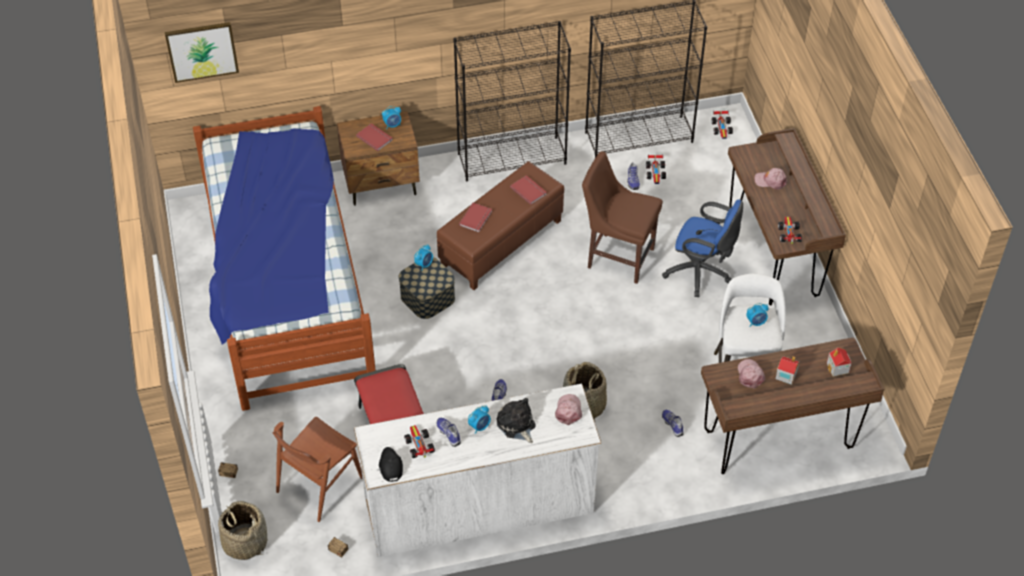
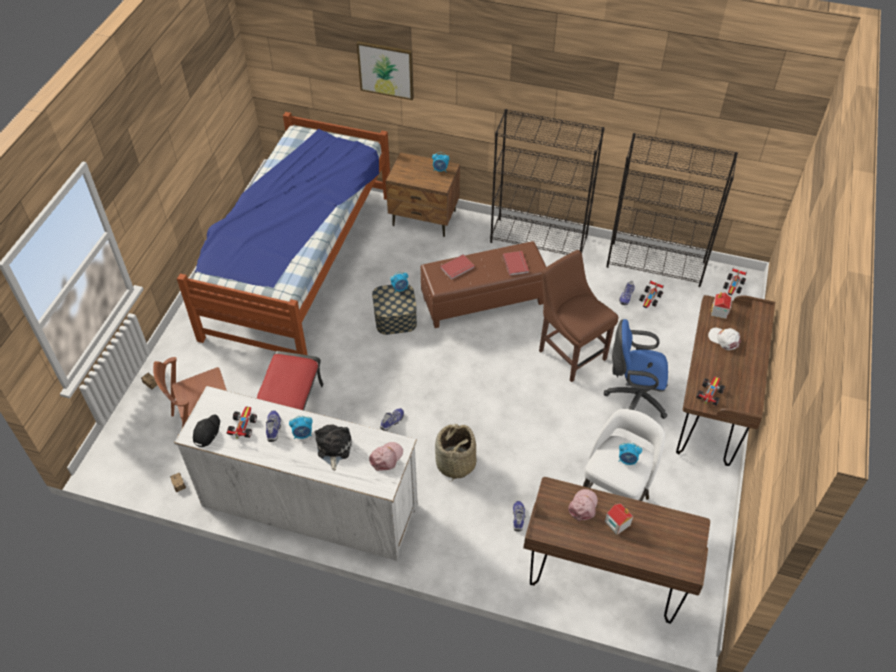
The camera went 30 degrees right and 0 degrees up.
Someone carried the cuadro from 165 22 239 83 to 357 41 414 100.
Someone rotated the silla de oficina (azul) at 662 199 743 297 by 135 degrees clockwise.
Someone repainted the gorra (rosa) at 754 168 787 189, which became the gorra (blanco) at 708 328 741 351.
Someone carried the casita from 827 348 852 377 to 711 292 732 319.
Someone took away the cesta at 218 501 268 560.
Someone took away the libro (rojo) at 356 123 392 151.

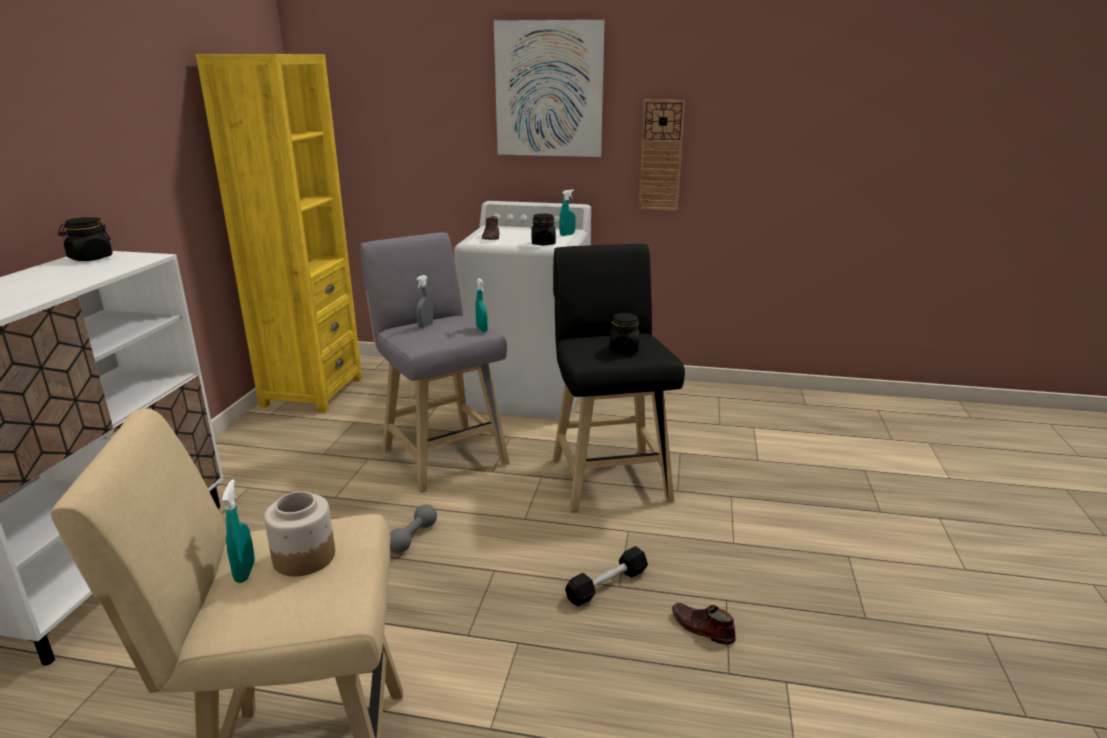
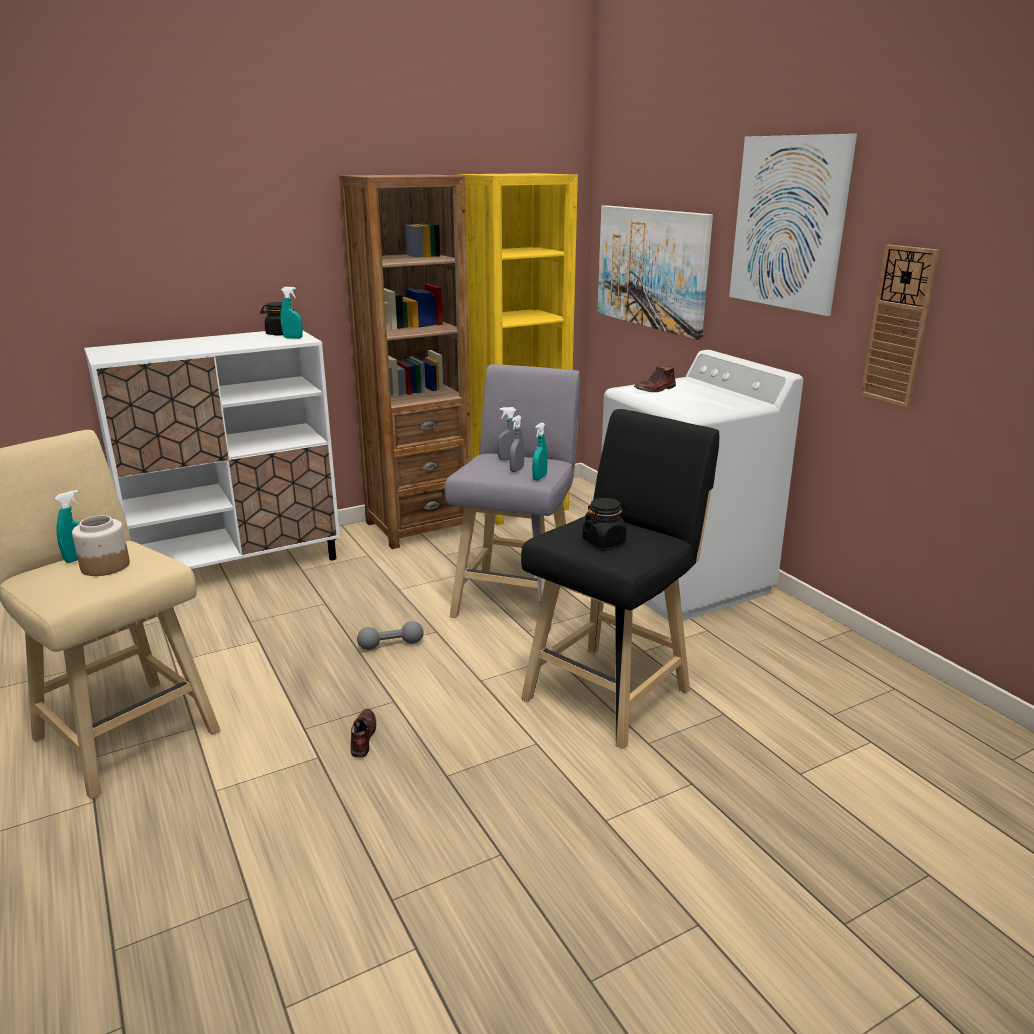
The camera went 50 degrees right and 0 degrees up.
Someone carried the pulverizador (turquesa) from 559 189 576 236 to 281 287 303 339.
Someone put down the estantería (marrón) at 339 174 472 549.
Someone carried the zapato (marrón) from 672 603 736 645 to 351 709 376 758.
Someone put down the pulverizador (gris) at 509 415 524 472.
Someone put up the cuadro at 597 205 713 340.
Someone took away the tarro (negro) at 531 213 556 245.
Someone took away the mancuerna (negro) at 565 546 648 606.

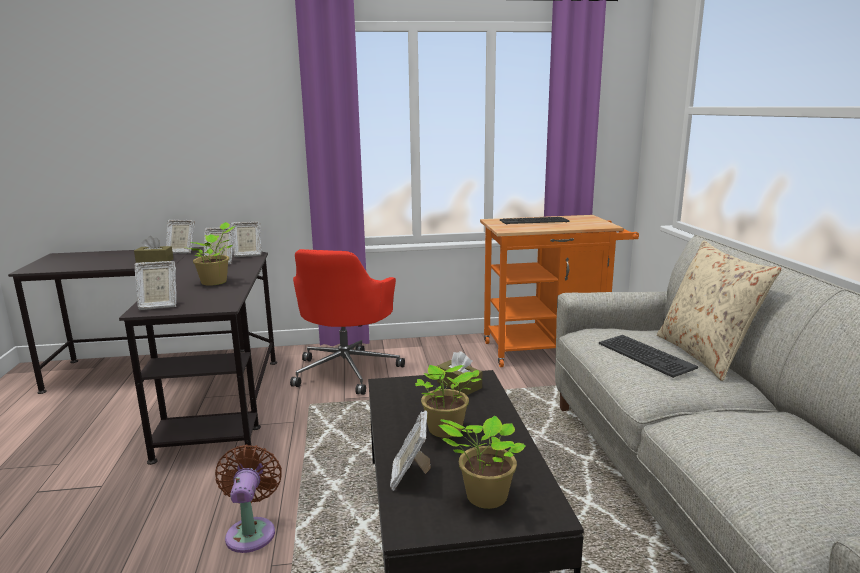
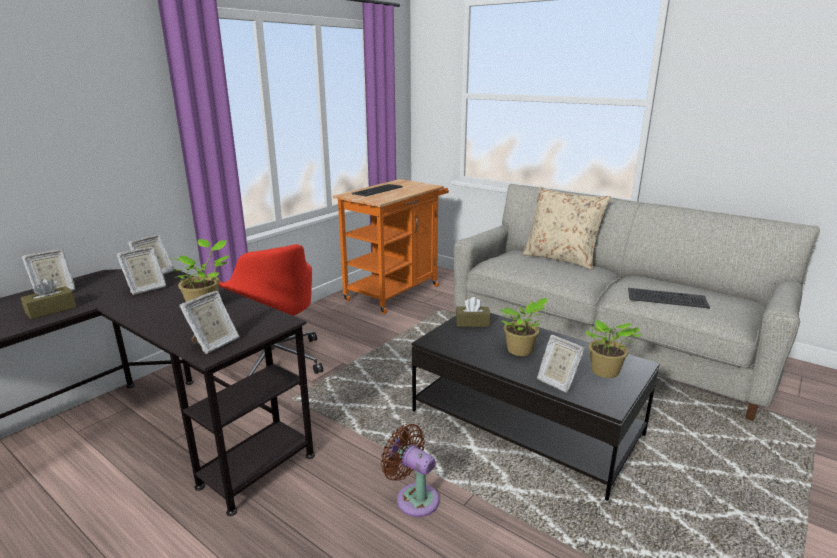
The camera went 45 degrees left and 5 degrees up.
Someone carried the teclado from 599 335 698 378 to 628 288 710 309.

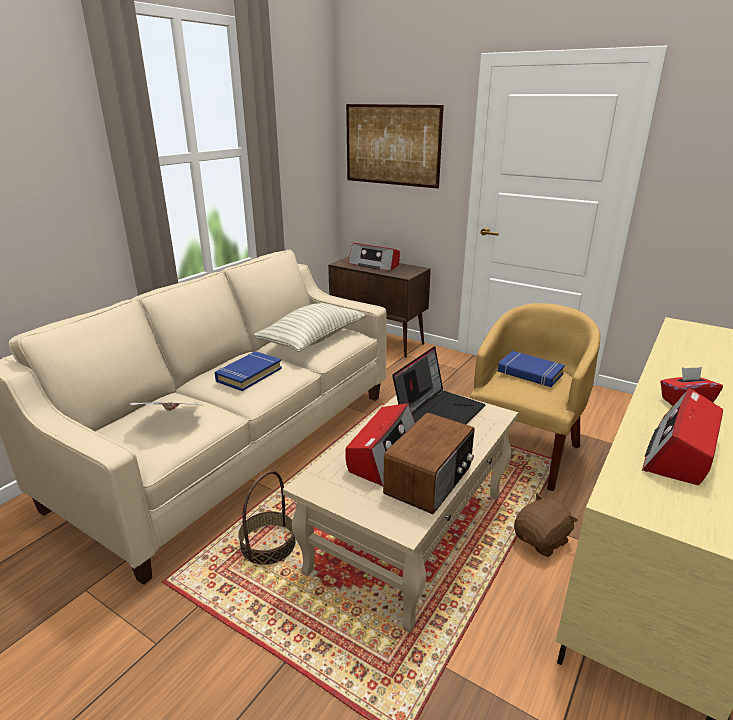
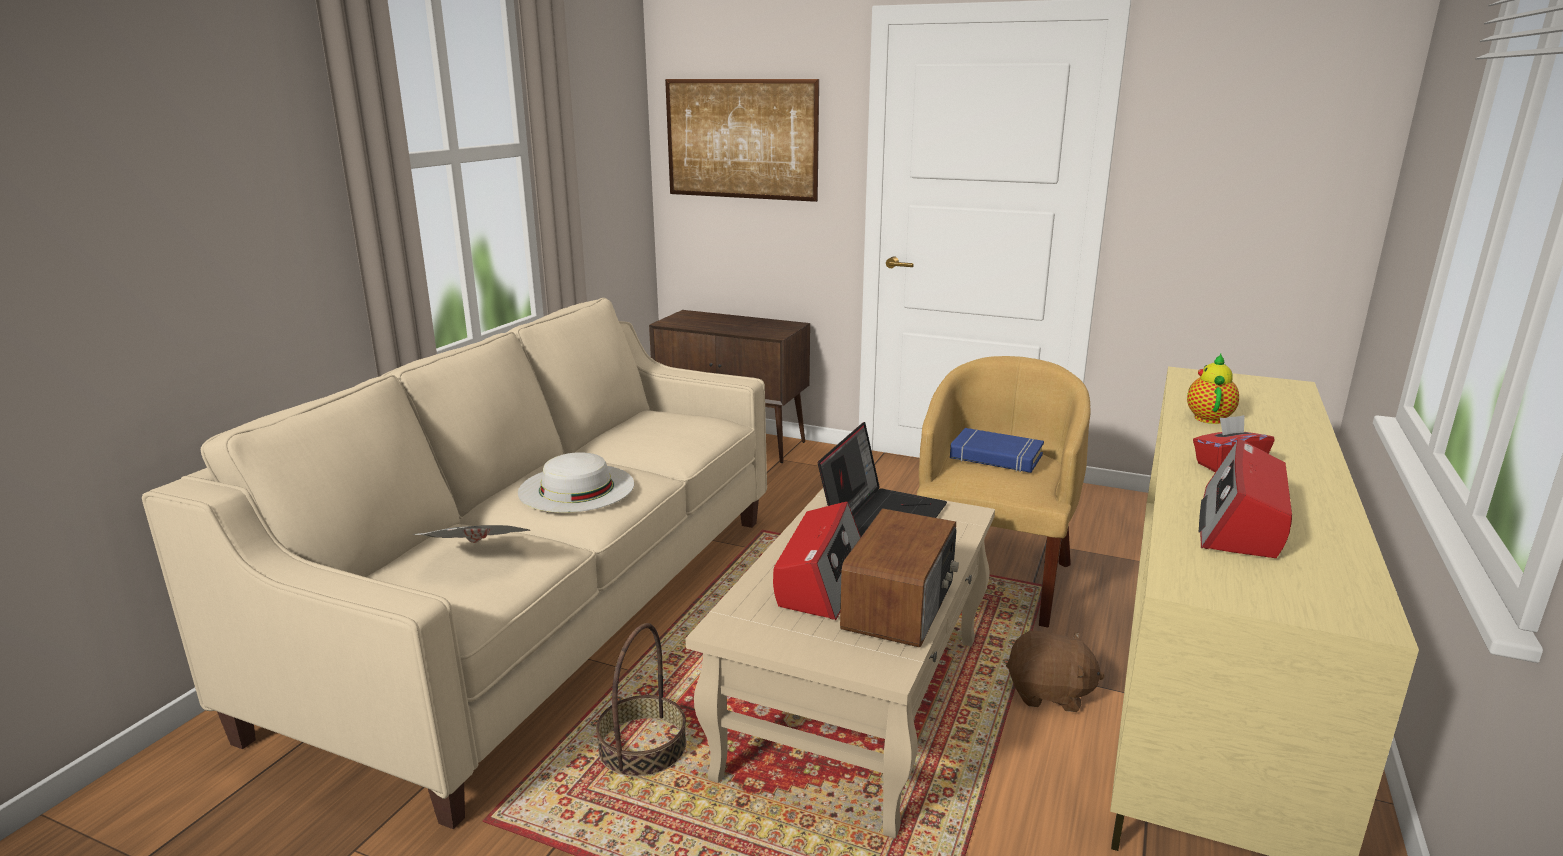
The camera went 10 degrees left and 5 degrees down.
Someone swapped the libro (azul) at 215 351 282 391 for the sombrero (blanco) at 518 452 634 513.
Someone rotated the peluche (marrón) at 514 494 578 557 by 60 degrees clockwise.
Someone put down the tetera at 1187 354 1239 424.
Someone took away the cojín at 254 303 366 352.
Someone took away the radio at 348 243 400 271.

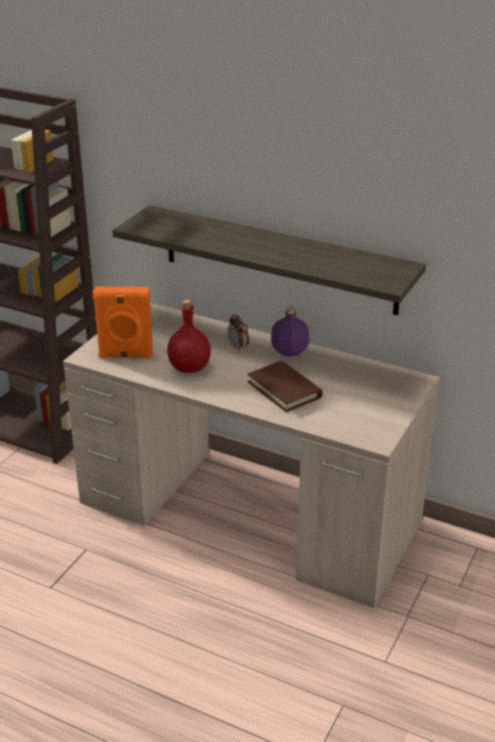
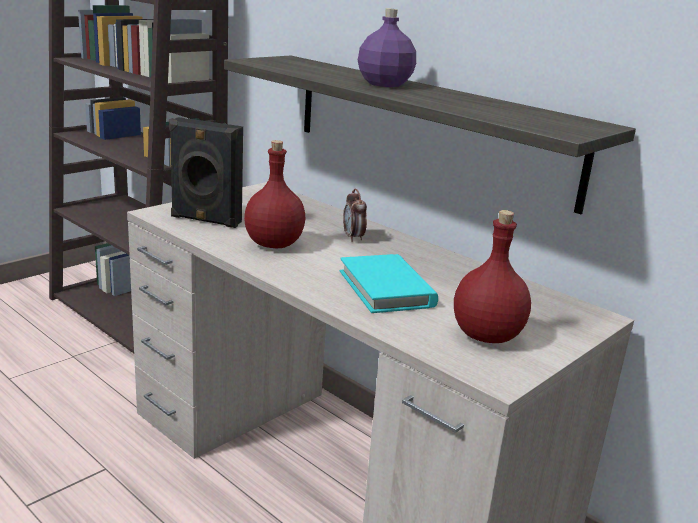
The camera went 15 degrees right and 10 degrees down.
Someone repainted the altavoz (naranja) at 93 287 153 359, which became the altavoz (negro) at 169 117 243 228.
Someone repainted the libro (marrón) at 247 361 323 412, which became the libro (turquesa) at 340 254 438 313.
Someone carried the botella (morado) from 271 306 310 357 to 358 8 416 87.
Someone put down the botella (rojo) at 454 210 531 343.

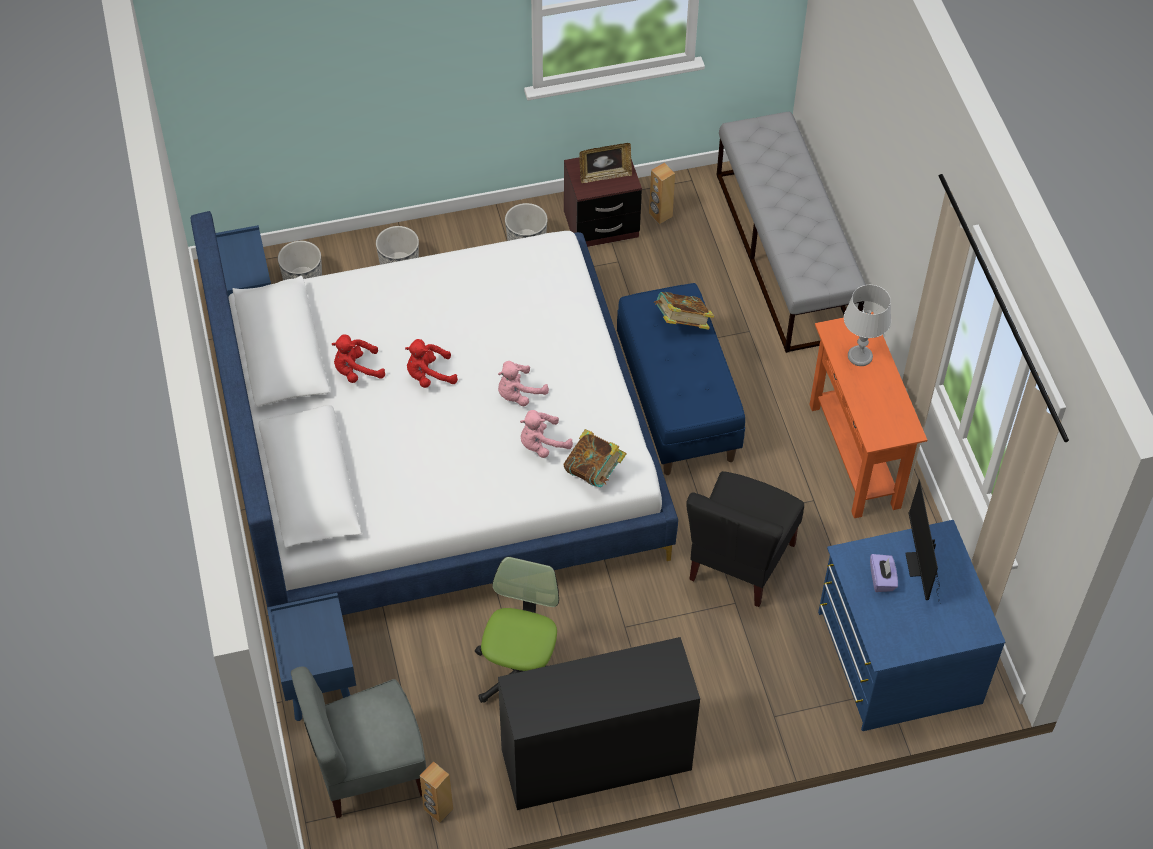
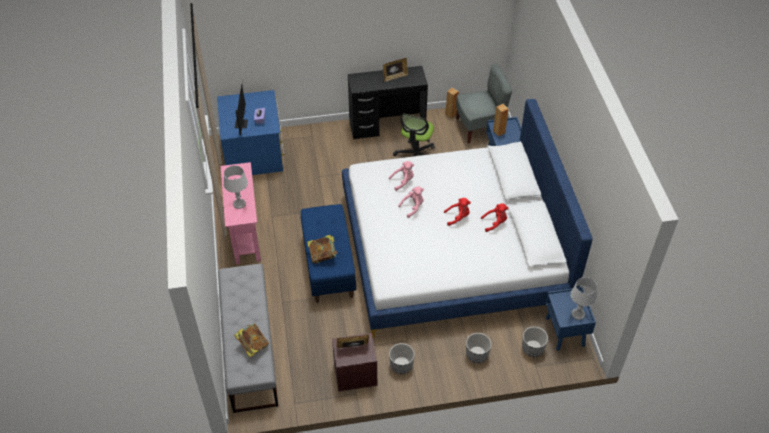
The camera went 175 degrees left and 5 degrees down.
Someone repainted the mesa consola (naranja) at 810 312 927 518, which became the mesa consola (rosa) at 221 162 261 265.
Someone carried the libro from 564 429 627 487 to 235 323 269 358.
Someone put down the portarretratos at 383 58 408 81.
Someone carried the altavoz (marrón) from 649 163 675 224 to 493 104 509 137.
Someone put down the lámpara de mesa (gris) at 571 277 597 320.
Someone took away the silla (negro) at 686 471 804 607.

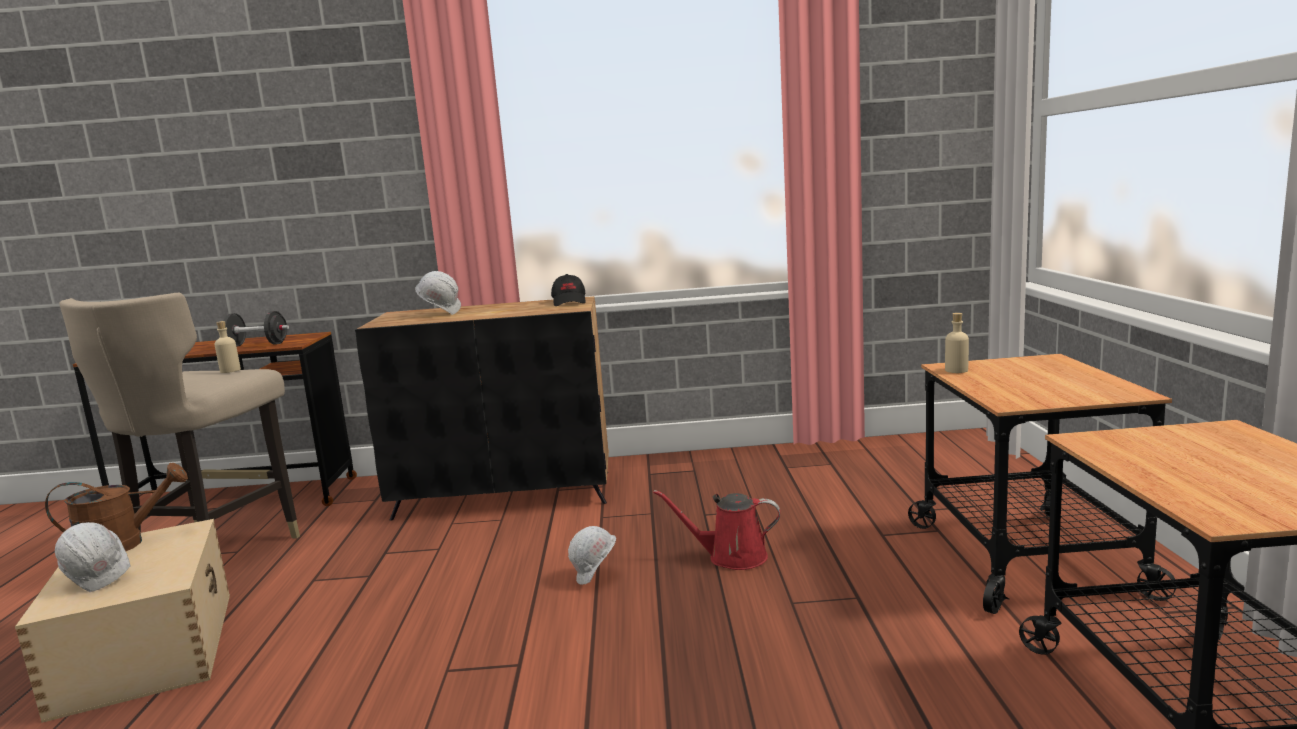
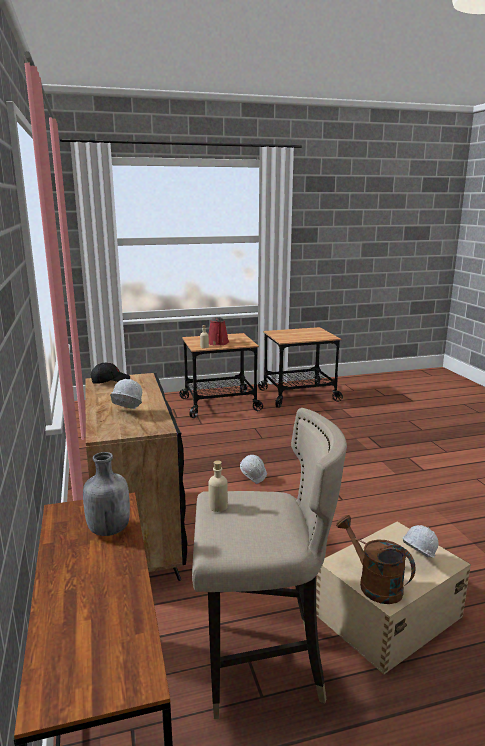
The camera went 105 degrees left and 5 degrees up.
Someone swapped the mancuerna (negro) at 224 311 289 347 for the botella (gris) at 83 452 130 536.
Someone carried the regadera (rojo) from 653 490 780 570 to 209 317 229 346.

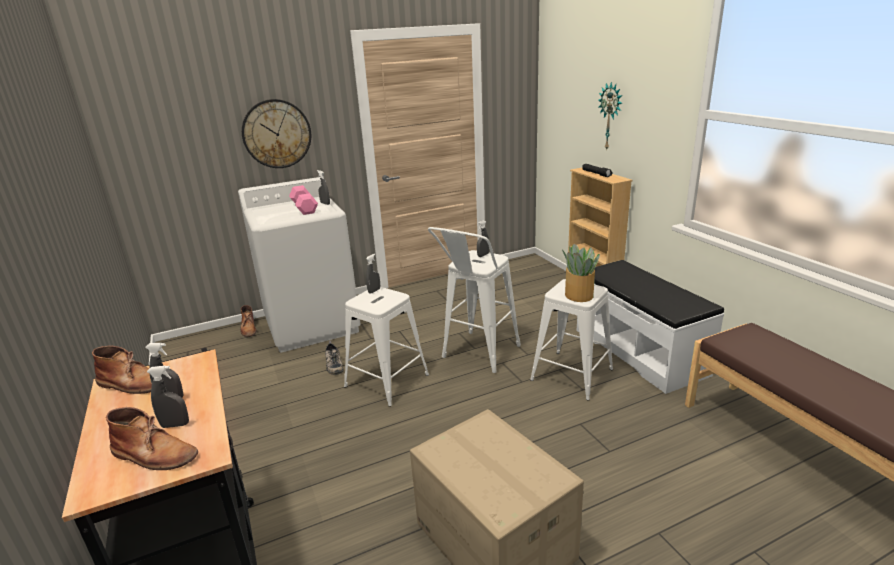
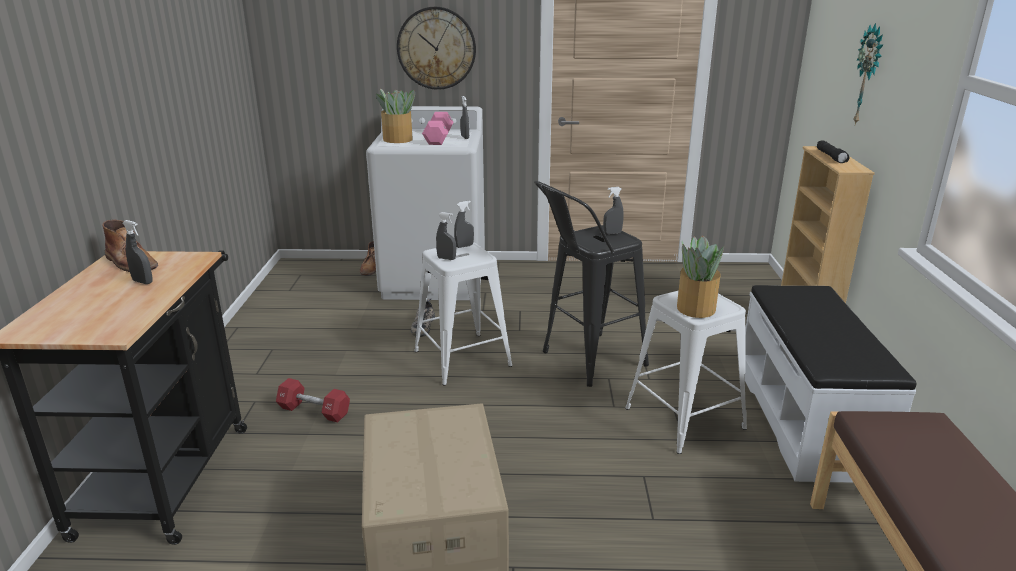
The camera went 25 degrees right and 0 degrees up.
Someone put down the mancuerna (rojo) at 276 378 350 423.
Someone put down the planta en maceta at 376 88 415 143.
Someone carried the pulverizador (gris) from 147 366 189 428 to 436 212 456 260.
Someone repainted the taburete (blanco) at 428 227 521 373, which became the taburete (negro) at 534 180 649 387.
Someone took away the bota (marrón) at 106 407 198 470.

